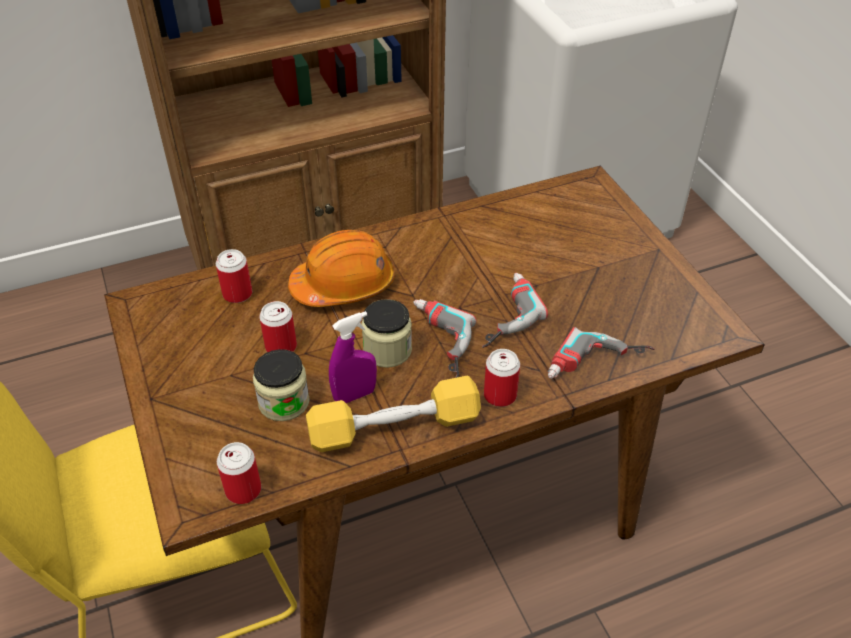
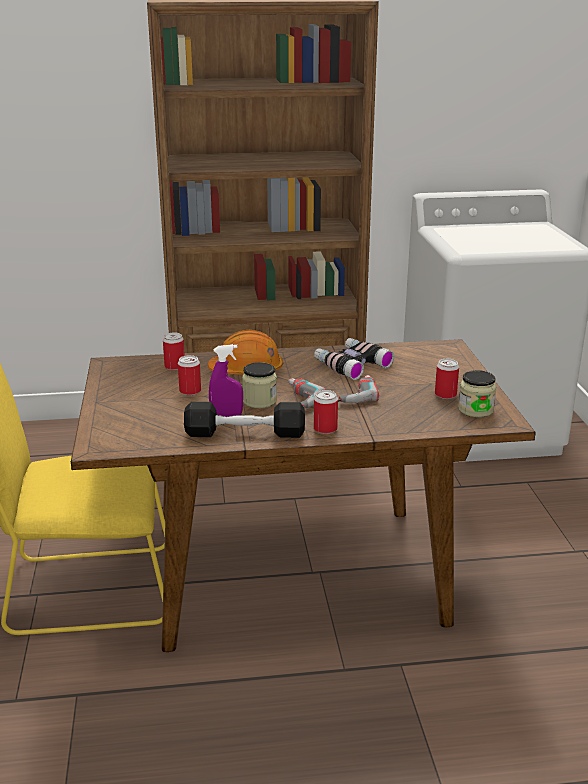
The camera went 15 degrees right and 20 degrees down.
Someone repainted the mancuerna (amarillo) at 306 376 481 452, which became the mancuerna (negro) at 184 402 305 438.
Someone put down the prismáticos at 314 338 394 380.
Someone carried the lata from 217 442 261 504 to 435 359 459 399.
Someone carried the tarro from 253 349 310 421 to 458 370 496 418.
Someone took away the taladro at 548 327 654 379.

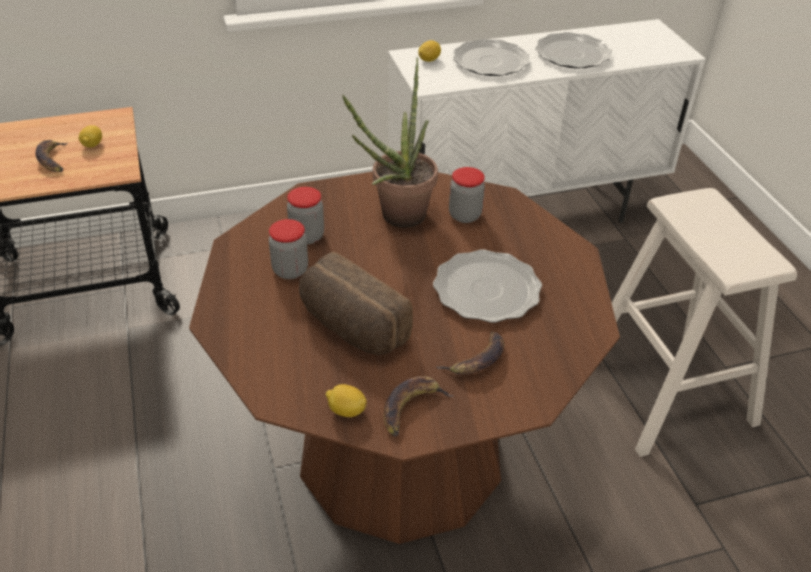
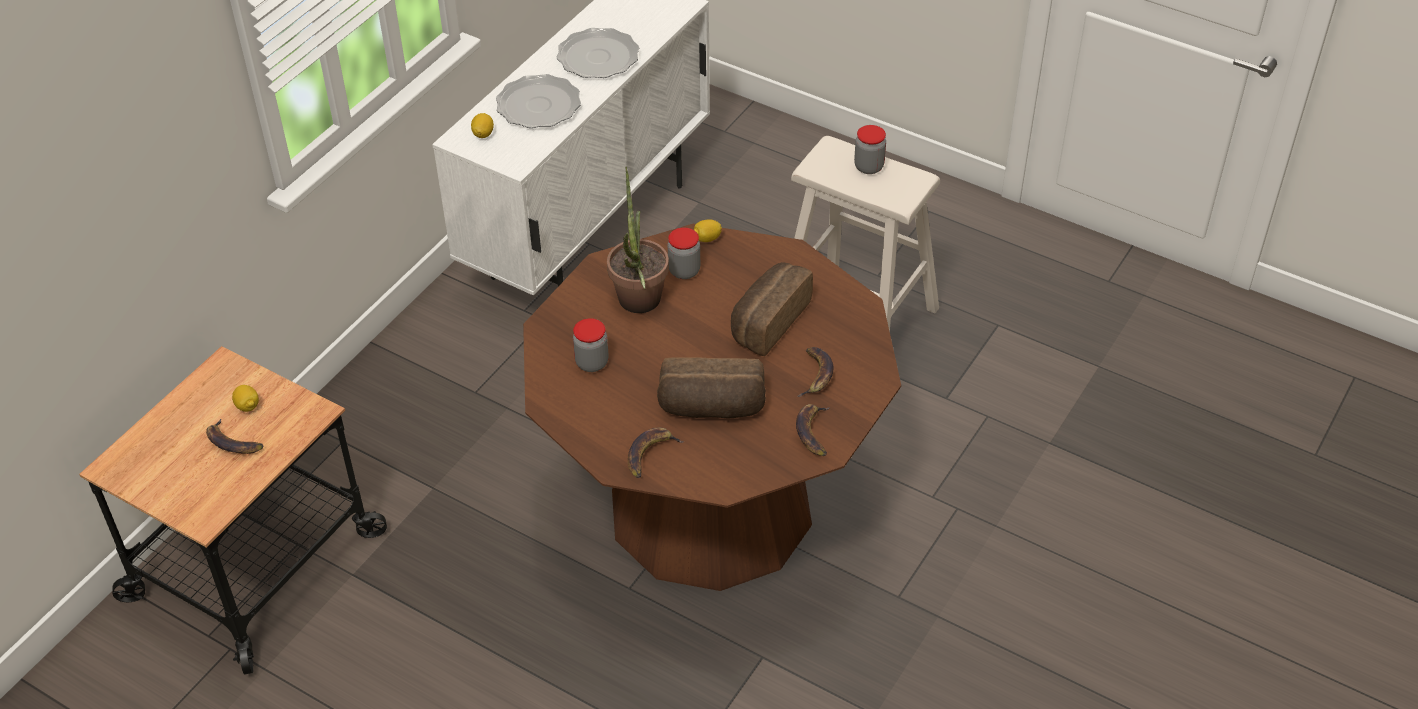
The camera went 40 degrees left and 5 degrees up.
Someone put down the plátano at 628 427 685 478.
Someone carried the limón from 325 384 367 417 to 694 219 722 242.
Someone swapped the plato at 433 250 542 323 for the pan at 731 262 813 356.
Someone carried the tarro from 269 219 308 279 to 854 125 886 174.

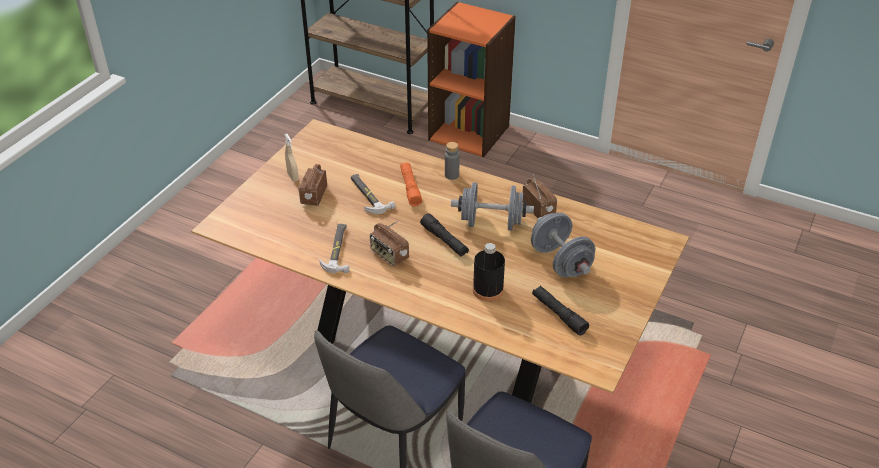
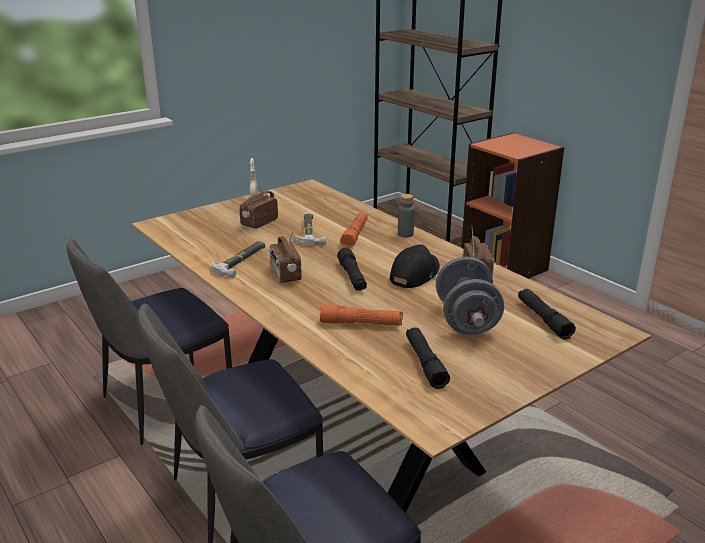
The camera went 25 degrees right and 15 degrees down.
Someone put down the silla at 67 239 232 445.
Someone swapped the botella (negro) at 473 243 505 302 for the linterna (naranja) at 320 304 403 326.
Someone swapped the mancuerna (gris) at 451 182 534 230 for the gorra (negro) at 390 245 440 288.
Someone put down the linterna (negro) at 518 289 576 340.

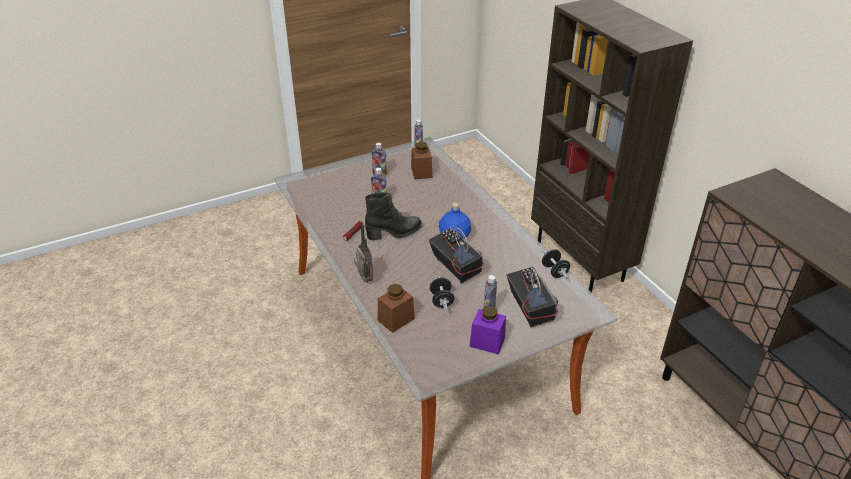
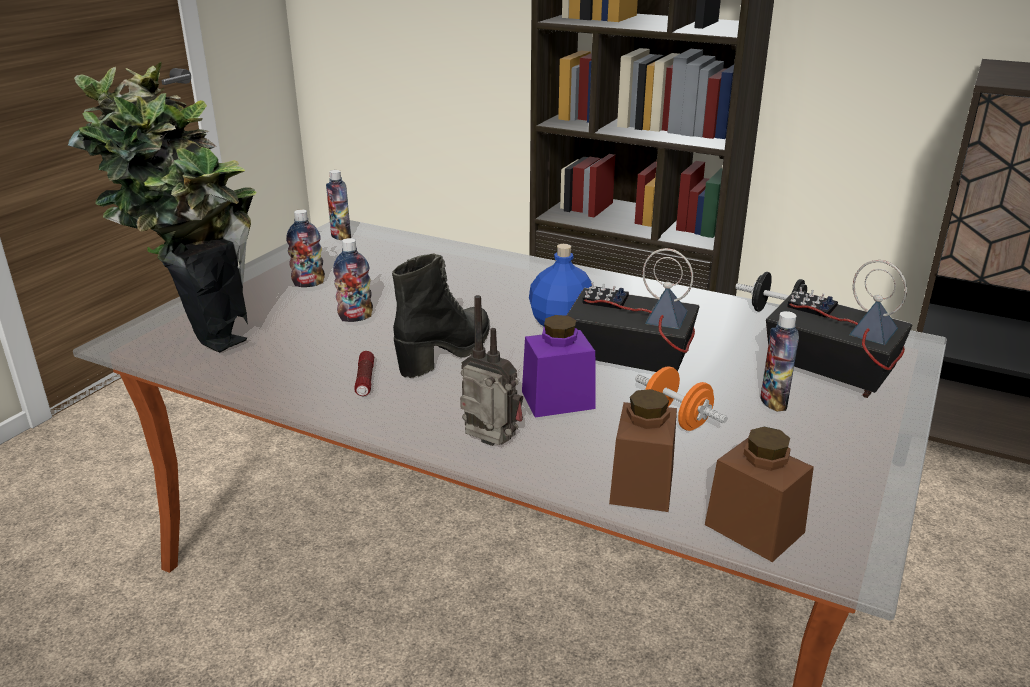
The camera went 35 degrees left and 10 degrees down.
Someone put down the planta en maceta at 68 62 256 353.
Someone carried the tarro (morado) from 469 306 506 354 to 522 315 596 417.
Someone repainted the mancuerna (negro) at 430 276 455 310, which became the mancuerna (naranja) at 635 366 728 431.
Someone carried the tarro (marrón) from 411 142 432 179 to 705 427 814 562.

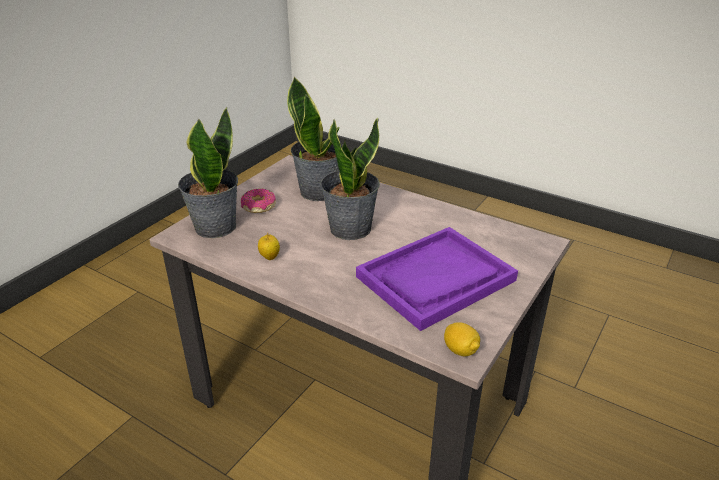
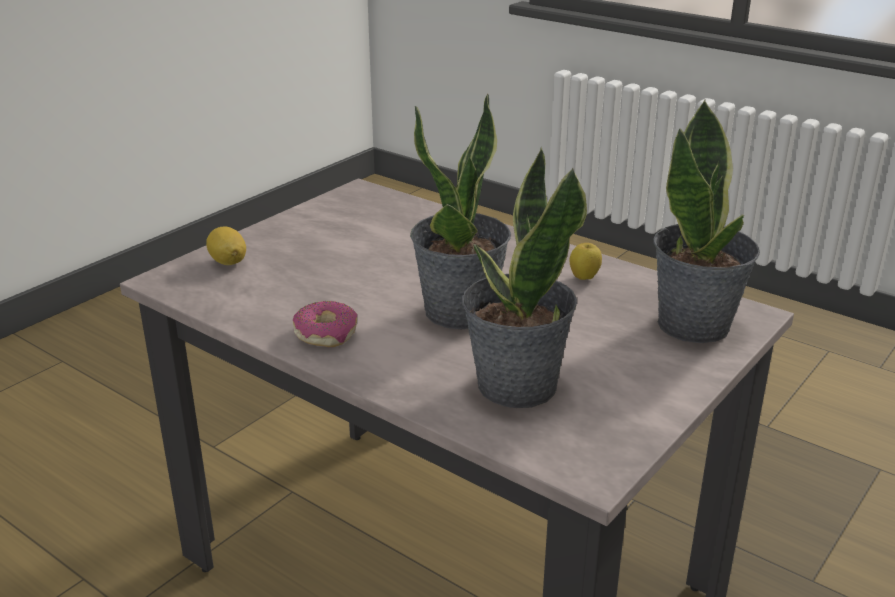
The camera went 175 degrees left and 5 degrees down.
Someone carried the limón from 444 322 480 356 to 206 226 246 265.
Someone carried the rosquilla from 241 189 276 213 to 293 301 357 347.
Someone took away the bandeja (morado) at 356 227 518 331.

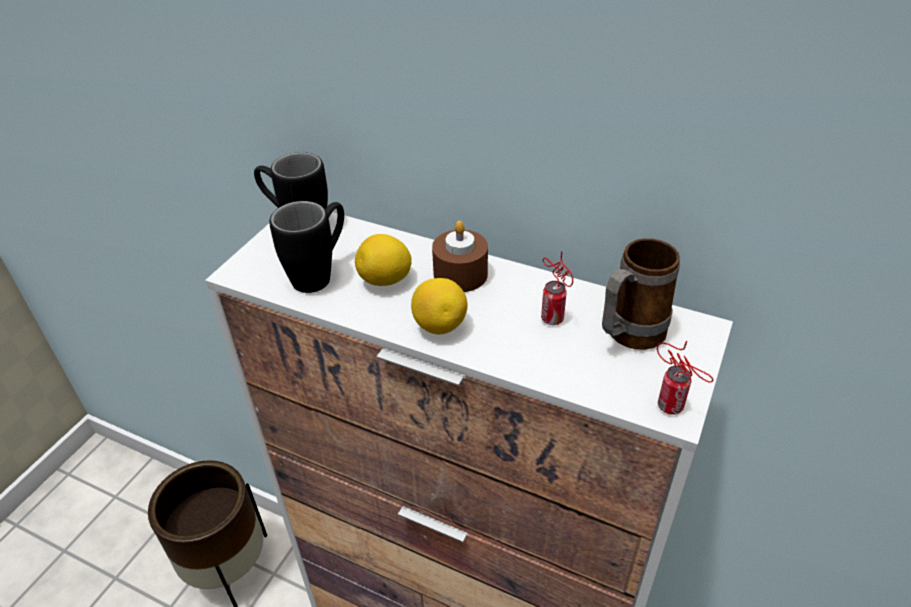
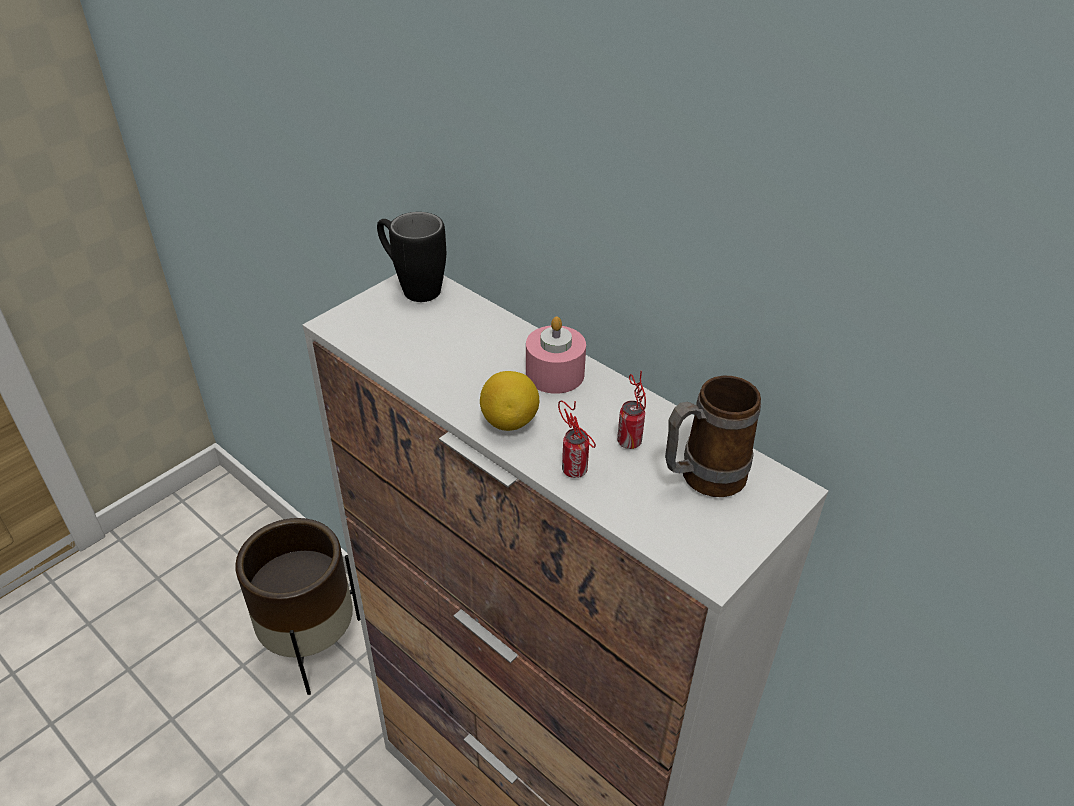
The camera went 15 degrees right and 0 degrees up.
Someone repainted the vela (marrón) at 432 221 488 292, which became the vela (rosa) at 526 316 586 394.
Someone carried the lata from 657 341 713 415 to 558 401 596 478.
Someone took away the taza grande (negro) at 269 201 344 293.
Someone took away the limón at 355 234 411 286.

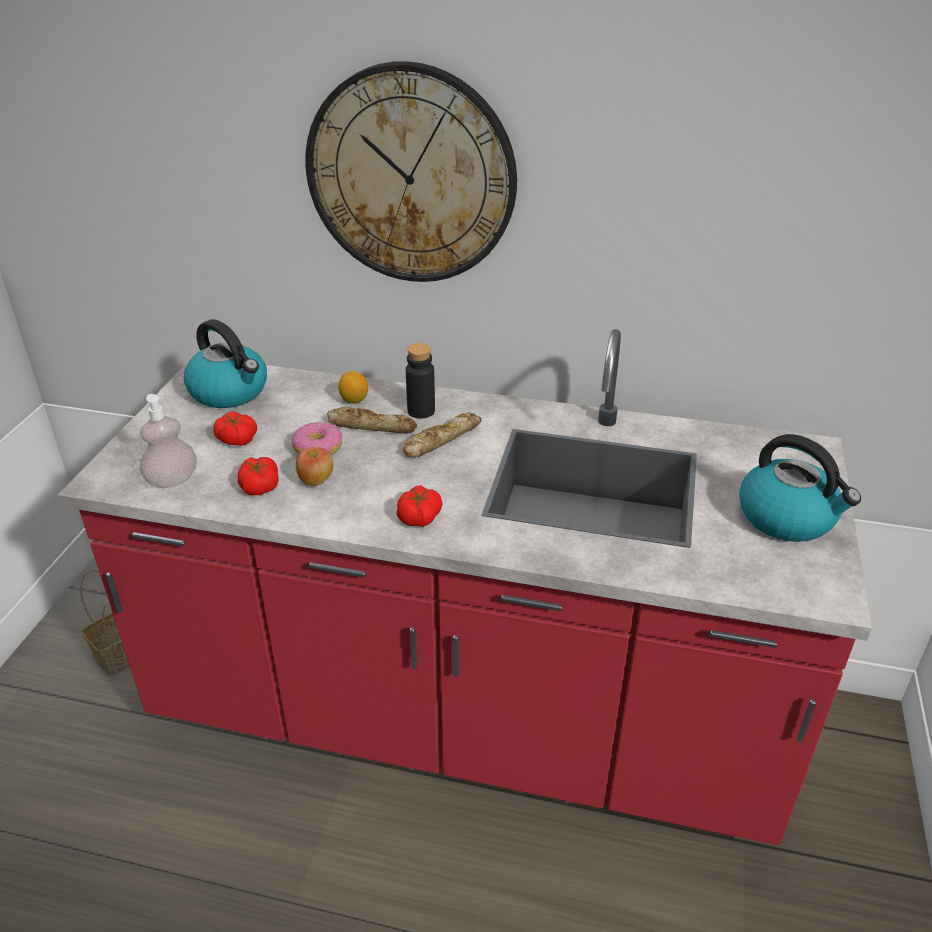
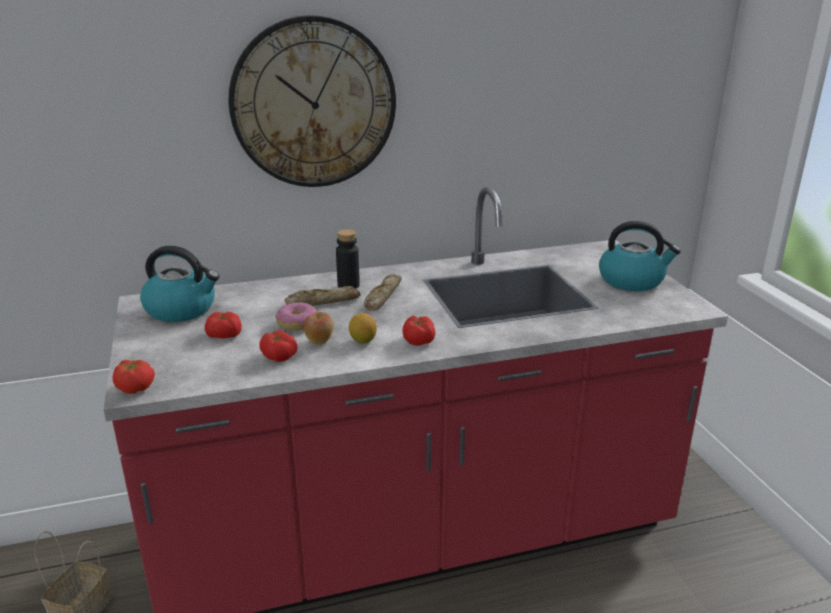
The camera went 30 degrees left and 10 degrees down.
Someone put down the tomate at 112 359 155 394.
Someone carried the limón from 338 371 368 404 to 349 313 377 344.
Someone took away the dispensador de jabón at 140 394 197 488.

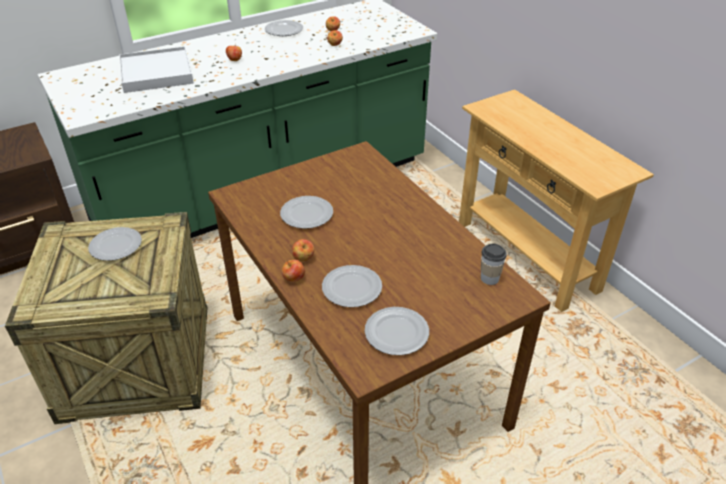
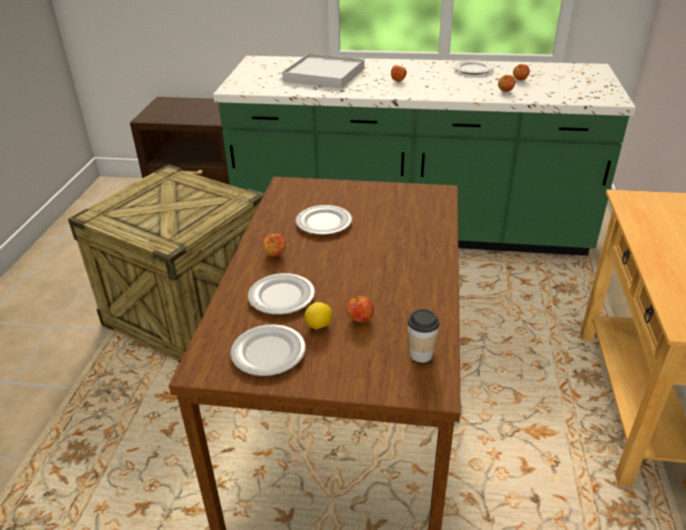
The camera went 40 degrees right and 5 degrees down.
Someone put down the limón at 305 302 333 329.
Someone carried the manzana from 282 260 305 282 to 346 295 374 322.
Someone took away the plato at 88 227 142 261.

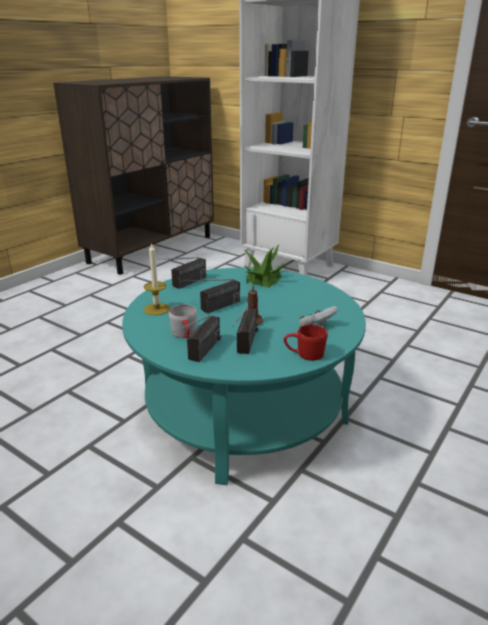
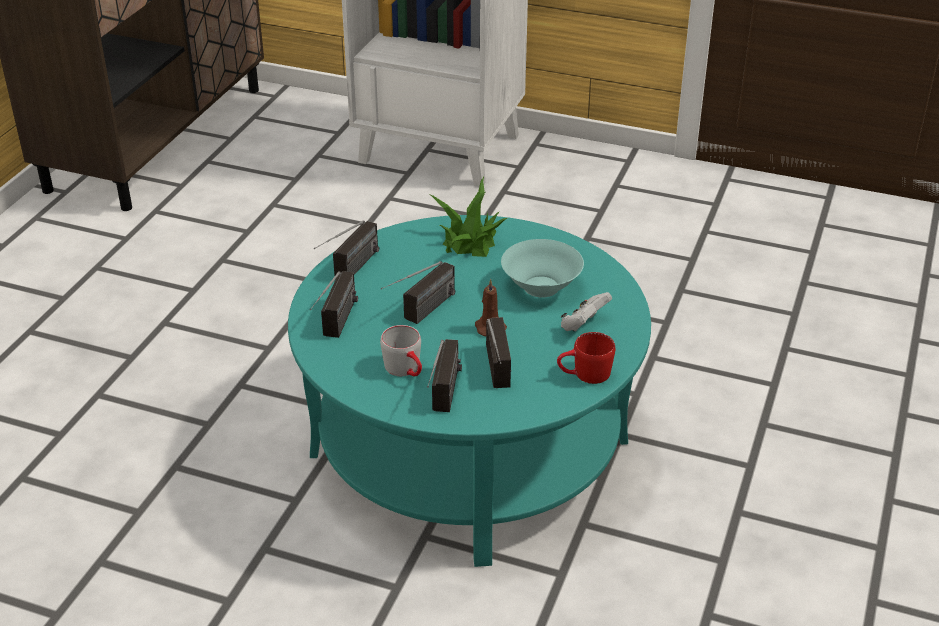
The camera went 15 degrees left and 10 degrees up.
Someone swapped the vela at 144 243 170 315 for the radio at 310 271 358 338.
Someone put down the cuenco (turquesa) at 501 239 584 298.

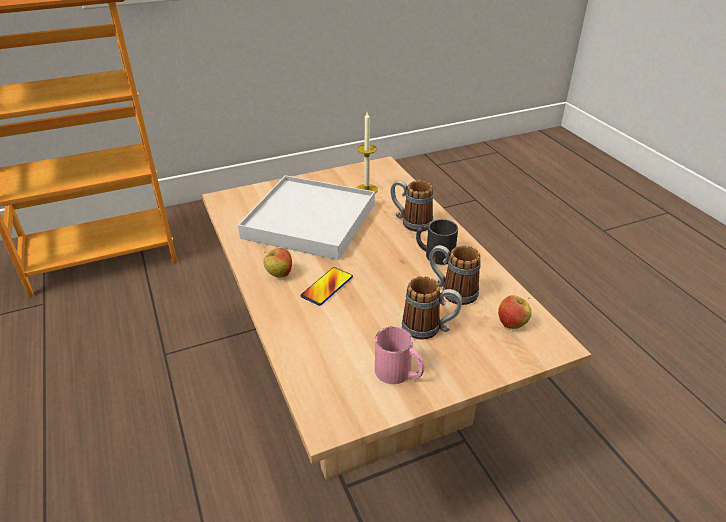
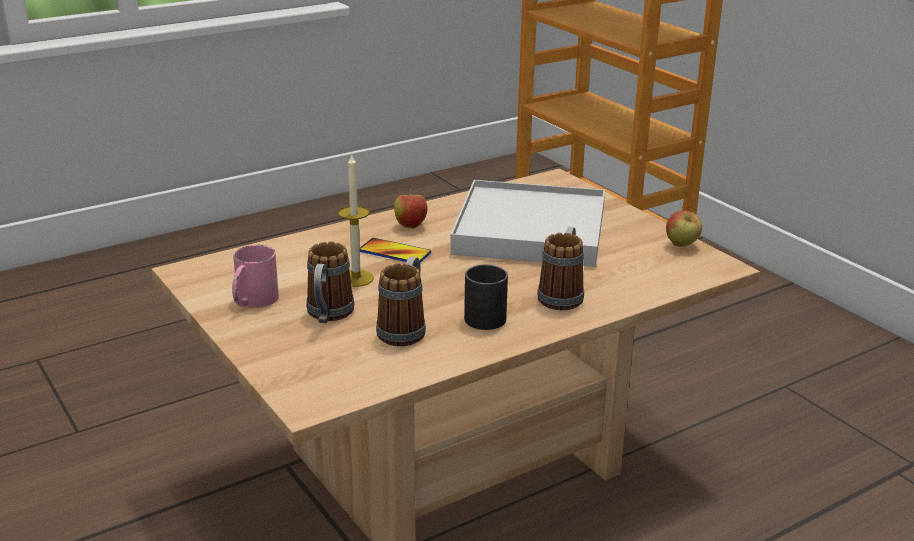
The camera went 80 degrees right and 10 degrees down.
Someone carried the vela from 357 112 378 193 to 338 153 374 287.
Someone carried the manzana from 498 295 532 329 to 666 210 702 247.

